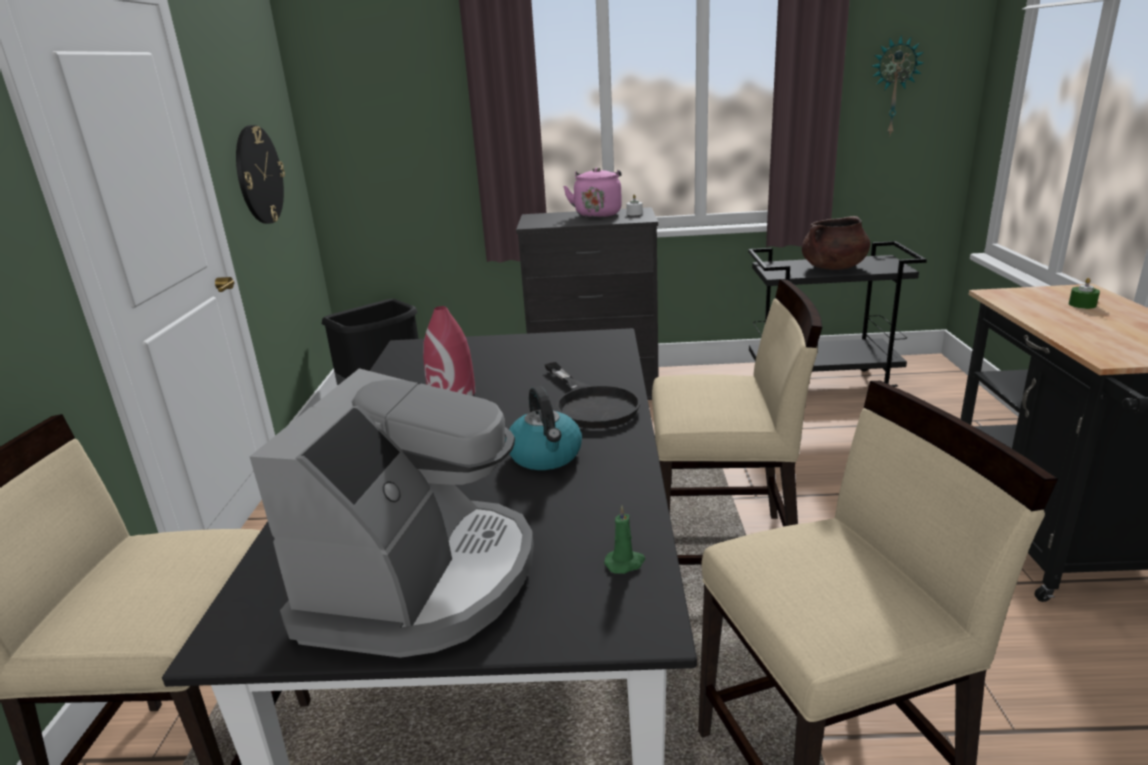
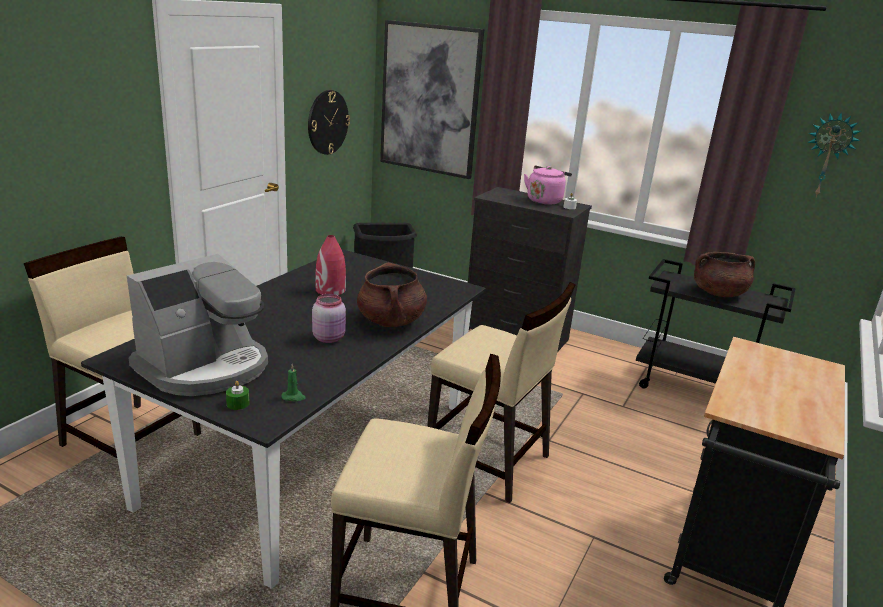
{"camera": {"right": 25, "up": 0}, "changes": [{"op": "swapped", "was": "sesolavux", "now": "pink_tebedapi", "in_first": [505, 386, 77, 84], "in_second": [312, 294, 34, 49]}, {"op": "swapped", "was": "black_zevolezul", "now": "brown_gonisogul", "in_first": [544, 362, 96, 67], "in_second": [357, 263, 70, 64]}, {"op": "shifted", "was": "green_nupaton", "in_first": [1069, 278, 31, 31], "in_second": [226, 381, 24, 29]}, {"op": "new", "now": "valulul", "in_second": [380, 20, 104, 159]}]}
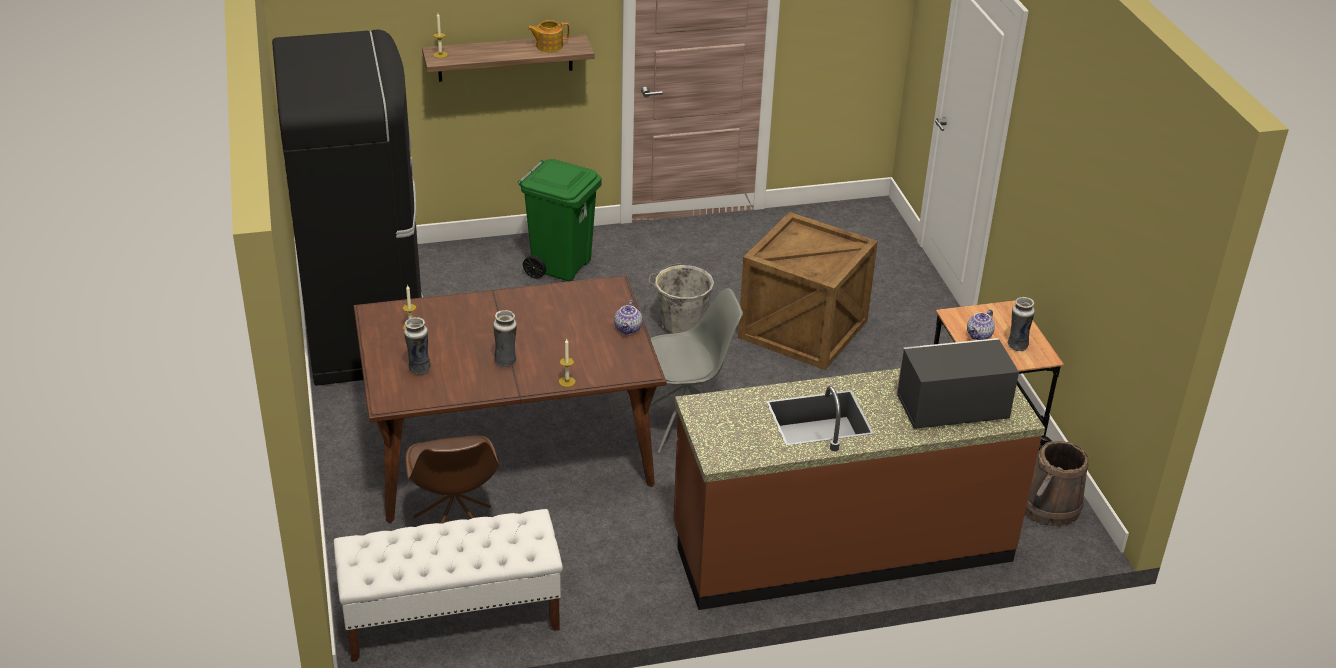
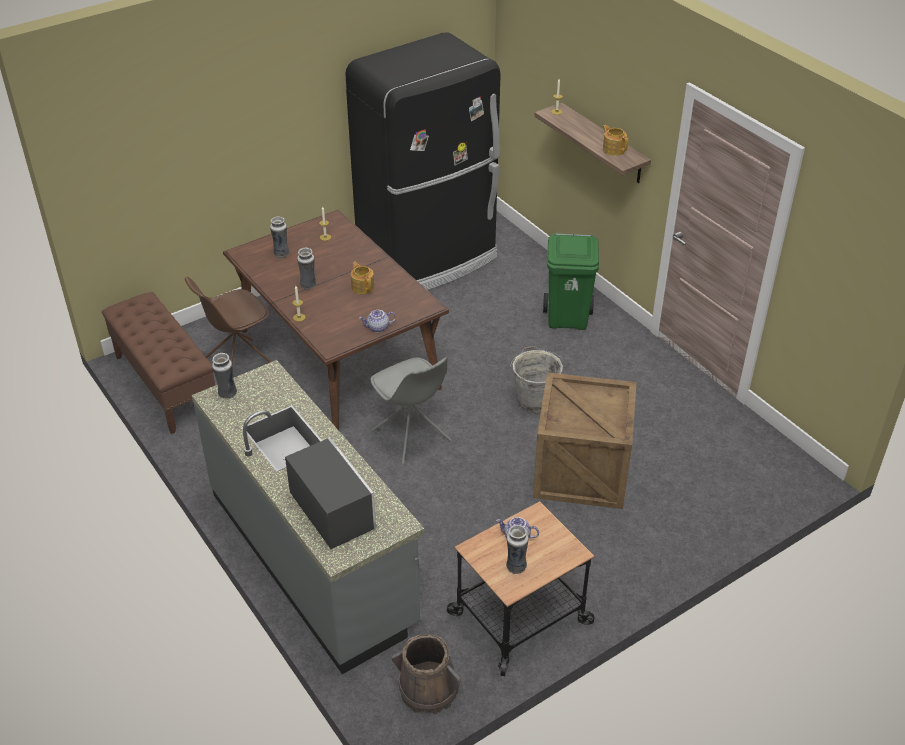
{"camera": {"right": 70, "up": 5}, "changes": [{"op": "repainted", "was": "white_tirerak", "now": "brown_tirerak", "in_first": [334, 509, 229, 153], "in_second": [102, 292, 113, 142]}, {"op": "repainted", "was": "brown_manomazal", "now": "grey_manomazal", "in_first": [673, 368, 372, 242], "in_second": [192, 360, 233, 314]}, {"op": "new", "now": "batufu", "in_second": [212, 353, 25, 46]}, {"op": "new", "now": "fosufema", "in_second": [351, 262, 23, 32]}]}
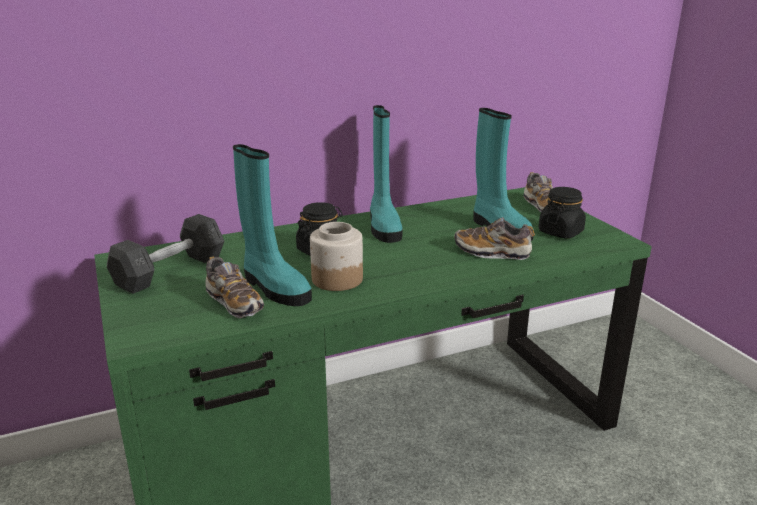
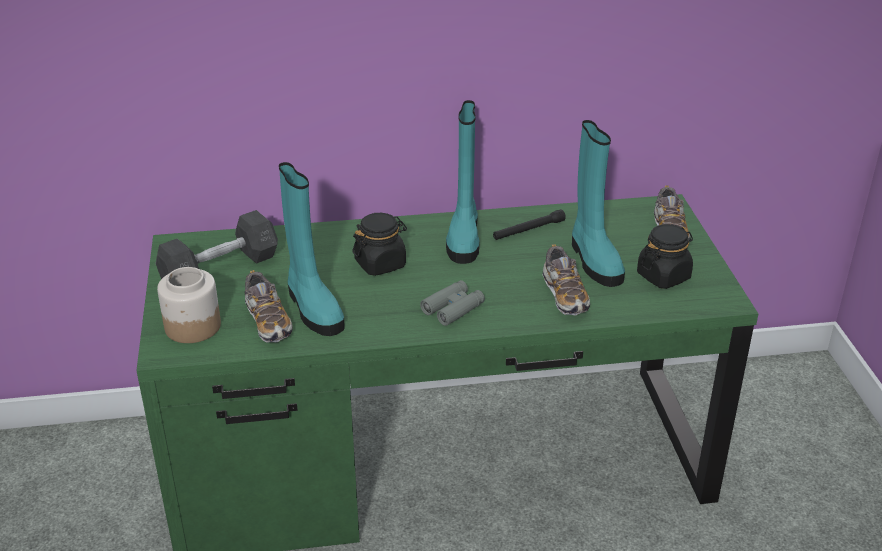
{"camera": {"right": 15, "up": 10}, "changes": [{"op": "shifted", "was": "tebedapi", "in_first": [310, 222, 53, 69], "in_second": [157, 267, 64, 76]}, {"op": "rotated", "was": "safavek", "in_first": [454, 217, 81, 43], "in_second": [542, 244, 48, 71], "clockwise": -135}, {"op": "new", "now": "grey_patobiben", "in_second": [420, 280, 65, 46]}, {"op": "new", "now": "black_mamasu", "in_second": [493, 209, 73, 31]}]}
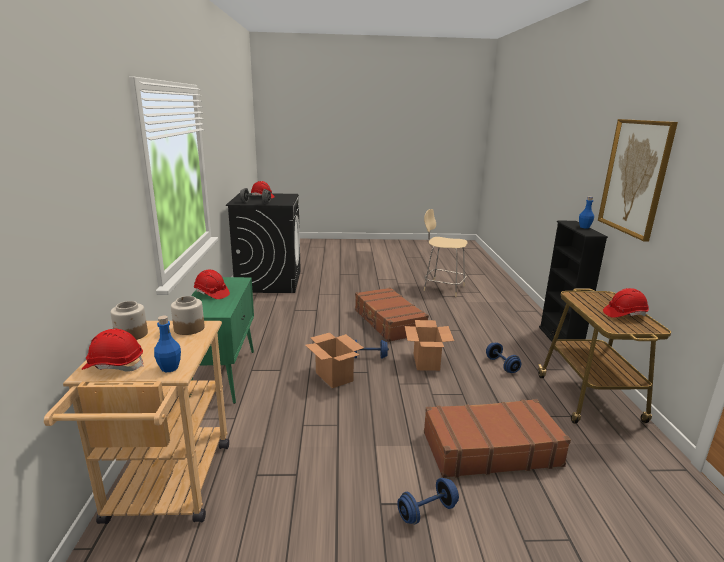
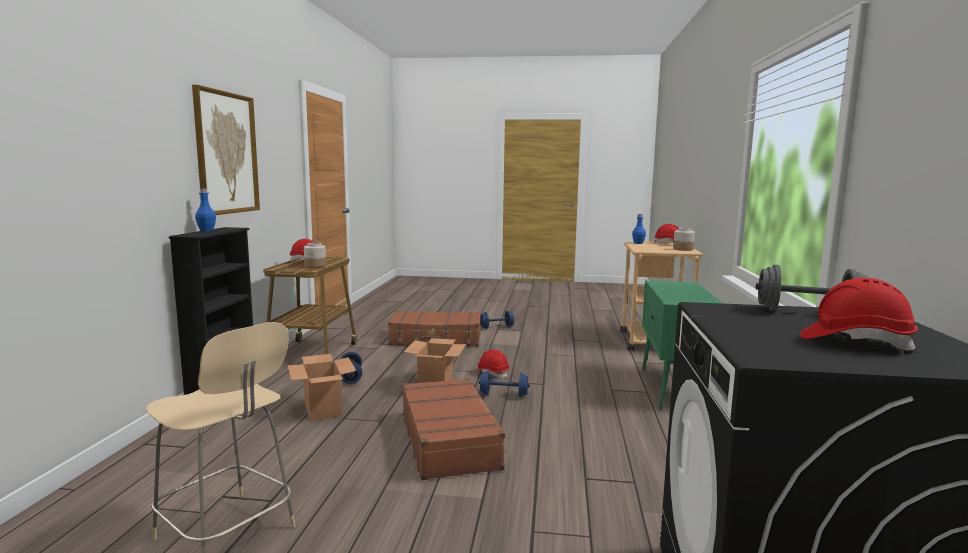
{"camera": {"right": -170, "up": -10}, "changes": [{"op": "shifted", "was": "tebedapi", "in_first": [171, 296, 34, 39], "in_second": [304, 242, 22, 25]}, {"op": "shifted", "was": "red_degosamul", "in_first": [194, 270, 36, 29], "in_second": [475, 350, 34, 28]}, {"op": "shifted", "was": "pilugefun", "in_first": [305, 333, 59, 55], "in_second": [288, 354, 69, 67]}]}
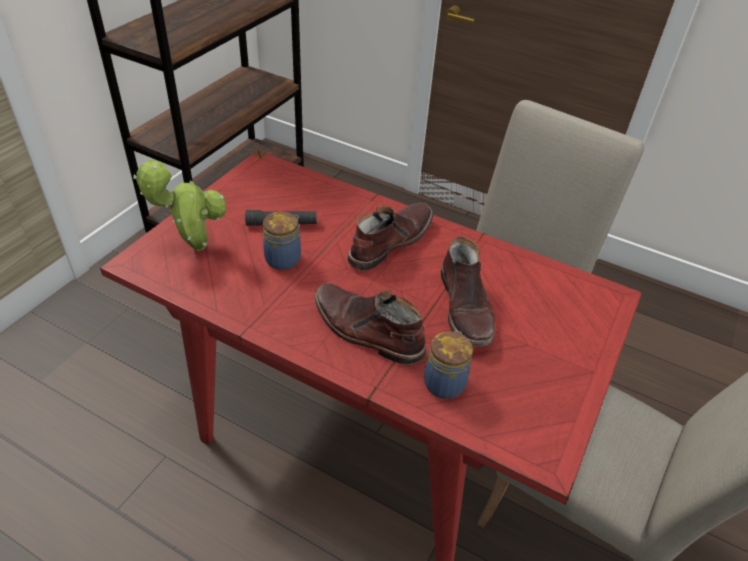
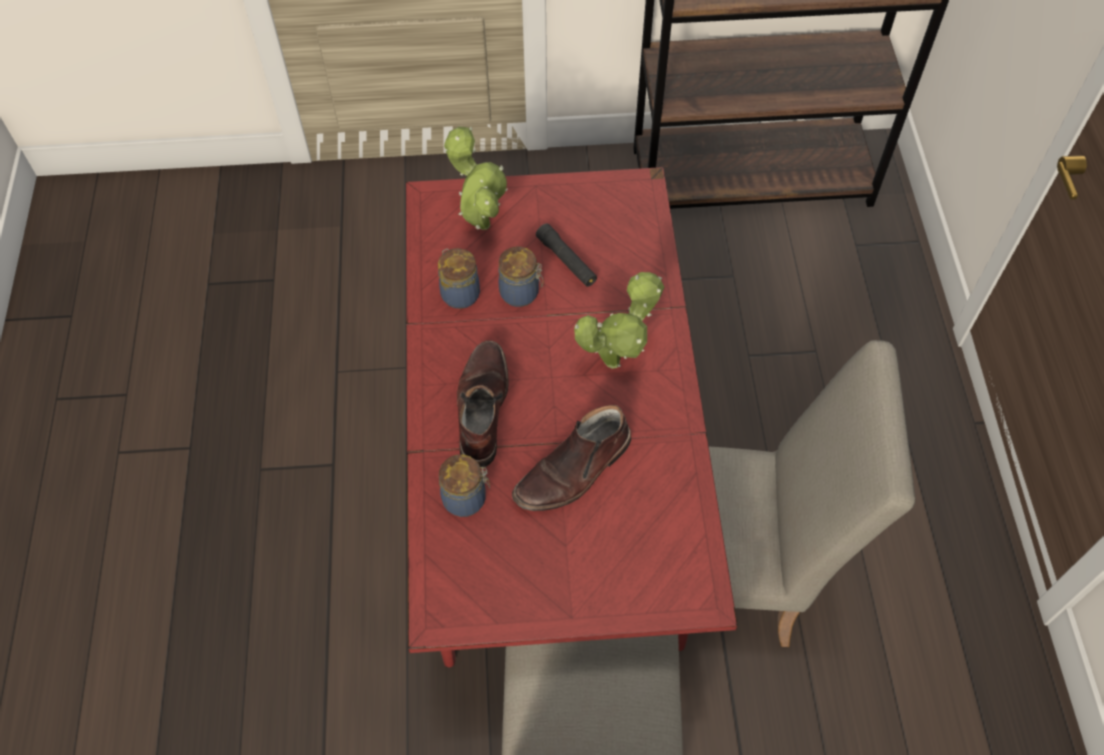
{"camera": {"right": 60, "up": 15}, "changes": [{"op": "swapped", "was": "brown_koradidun", "now": "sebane", "in_first": [347, 203, 86, 68], "in_second": [574, 272, 90, 97]}, {"op": "new", "now": "tebedapi", "in_second": [438, 248, 42, 61]}]}
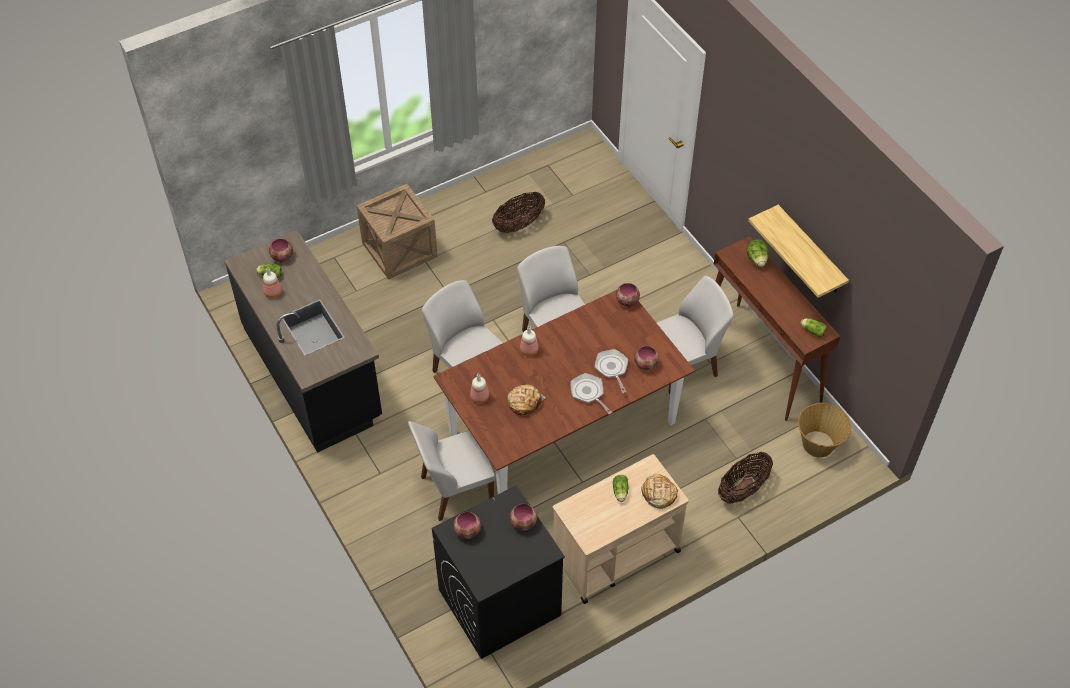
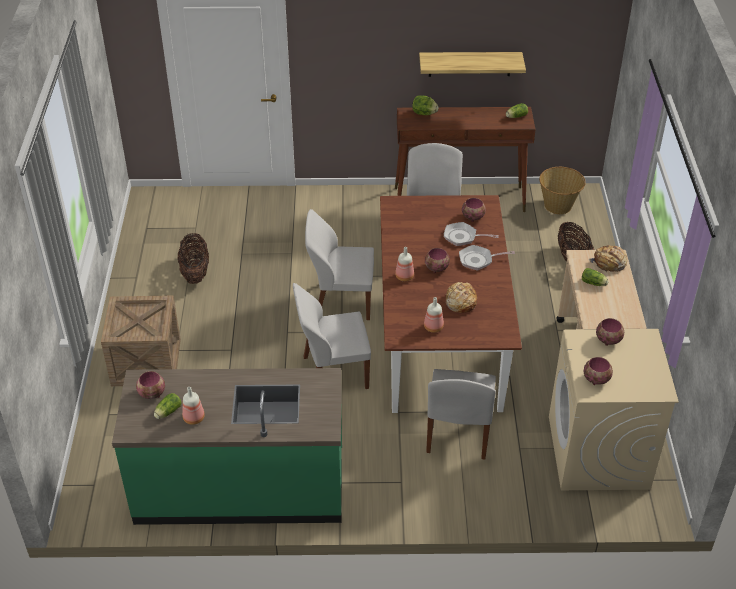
{"camera": {"right": -60, "up": -10}, "changes": [{"op": "repainted", "was": "black_manomazal", "now": "green_manomazal", "in_first": [224, 230, 158, 223], "in_second": [112, 368, 230, 157]}, {"op": "repainted", "was": "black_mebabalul", "now": "beige_mebabalul", "in_first": [432, 485, 133, 174], "in_second": [549, 329, 130, 161]}, {"op": "shifted", "was": "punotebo", "in_first": [616, 283, 24, 25], "in_second": [425, 248, 25, 25]}]}
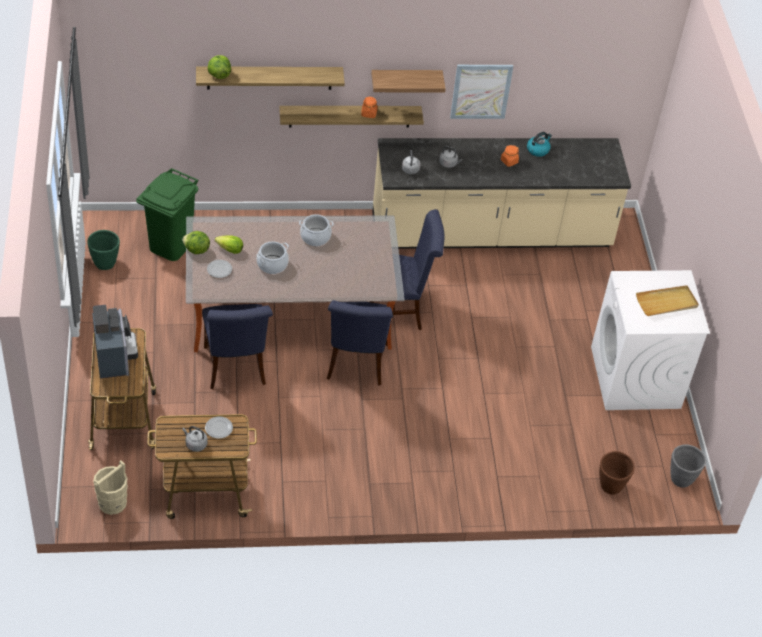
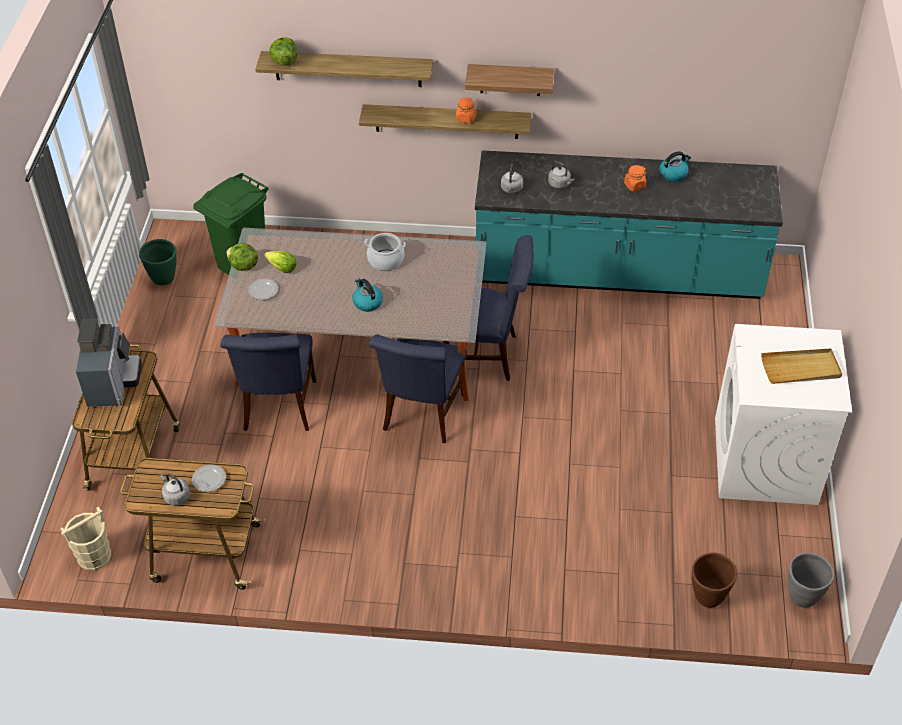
{"camera": {"right": 15, "up": 0}, "changes": [{"op": "gone", "was": "gonisogul", "in_first": [257, 241, 32, 33]}, {"op": "repainted", "was": "beige_manomazal", "now": "turquoise_manomazal", "in_first": [372, 138, 259, 111], "in_second": [475, 150, 308, 149]}, {"op": "gone", "was": "valulul", "in_first": [450, 65, 63, 54]}, {"op": "new", "now": "sesolavux", "in_second": [352, 279, 31, 32]}]}
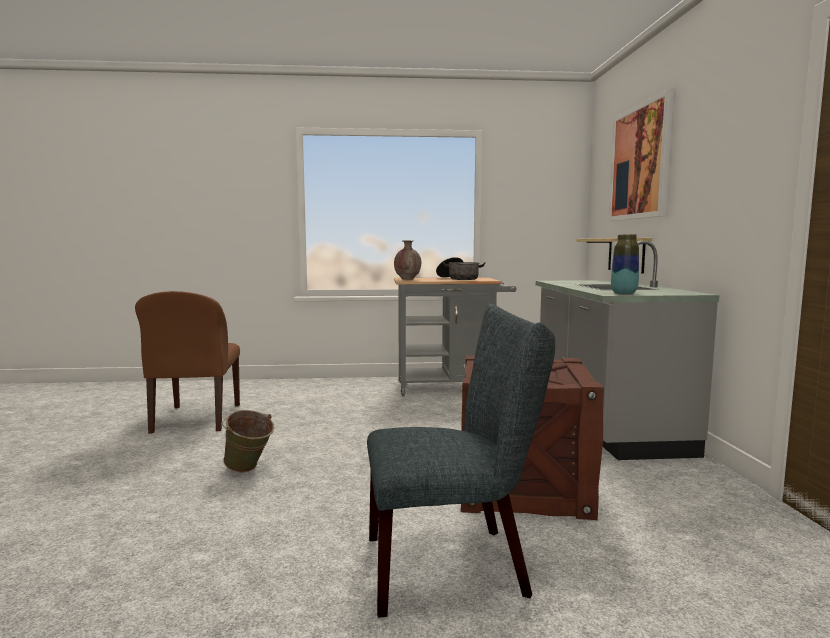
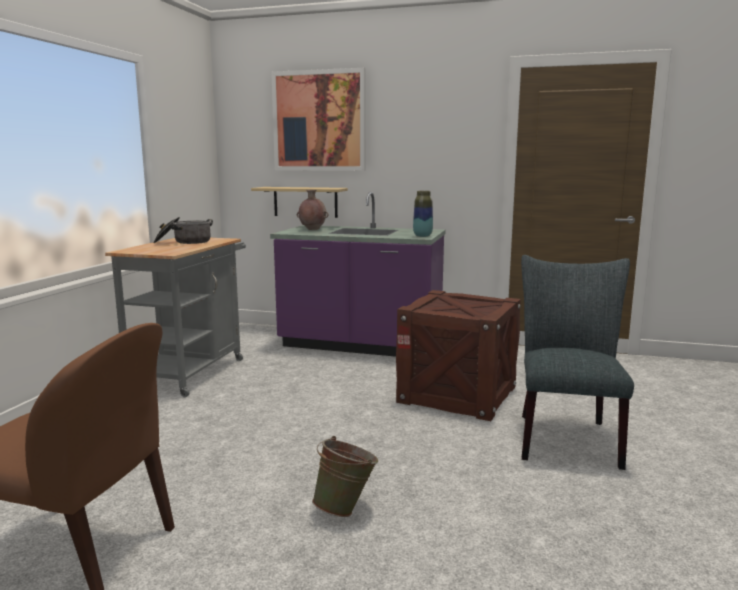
{"camera": {"right": -70, "up": 5}, "changes": [{"op": "shifted", "was": "brown_batufu", "in_first": [394, 240, 27, 40], "in_second": [297, 190, 31, 40]}, {"op": "repainted", "was": "grey_manomazal", "now": "purple_manomazal", "in_first": [536, 241, 183, 219], "in_second": [270, 192, 176, 165]}]}
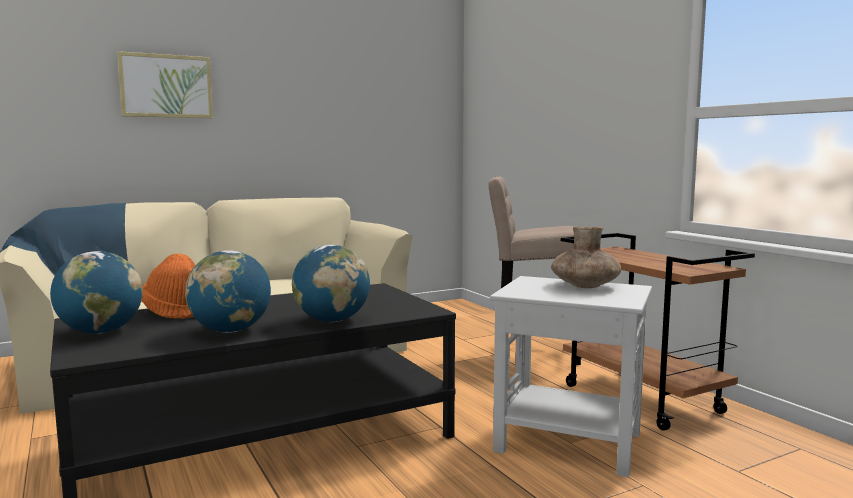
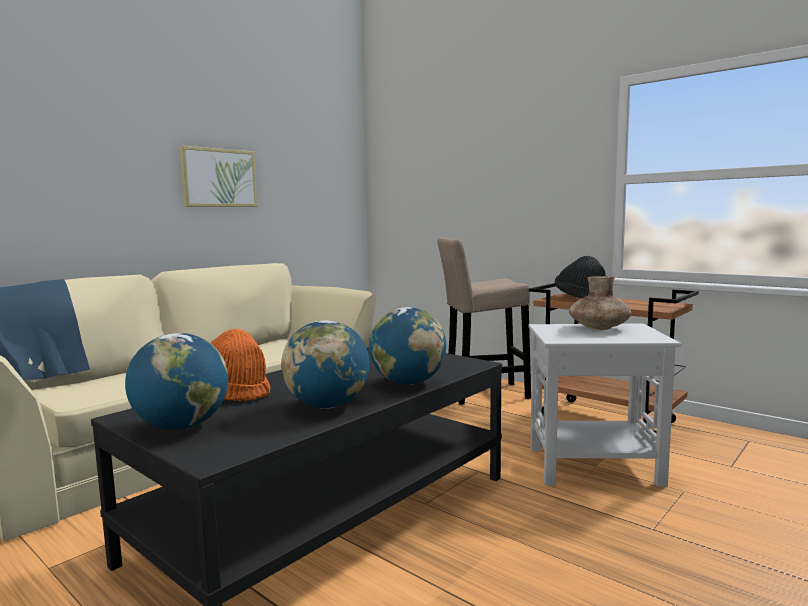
{"camera": {"right": -20, "up": 0}, "changes": [{"op": "shifted", "was": "valulul", "in_first": [117, 51, 96, 67], "in_second": [180, 146, 77, 61]}, {"op": "new", "now": "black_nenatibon", "in_second": [555, 256, 51, 42]}]}
